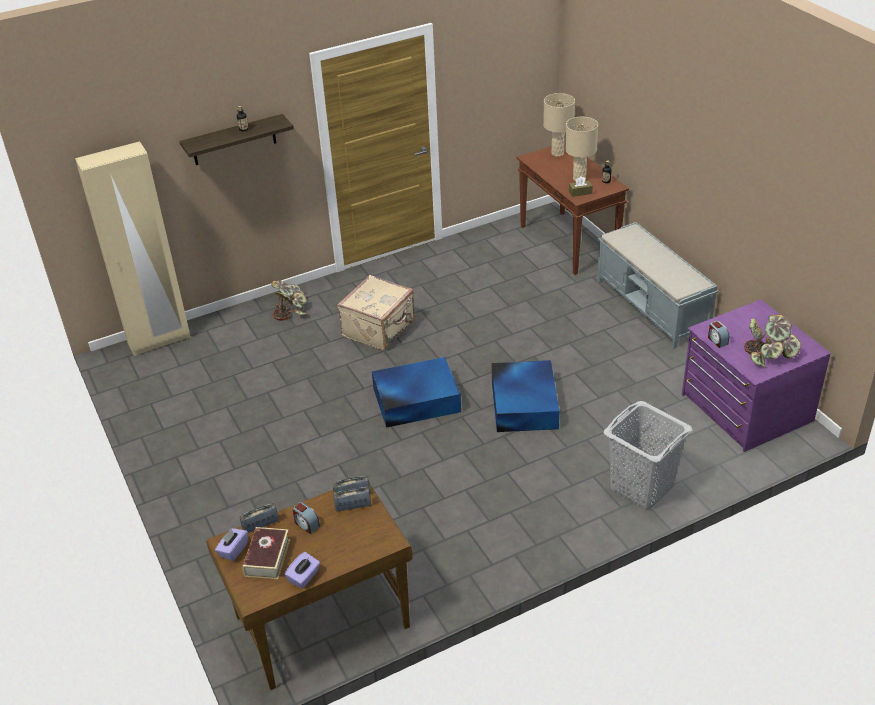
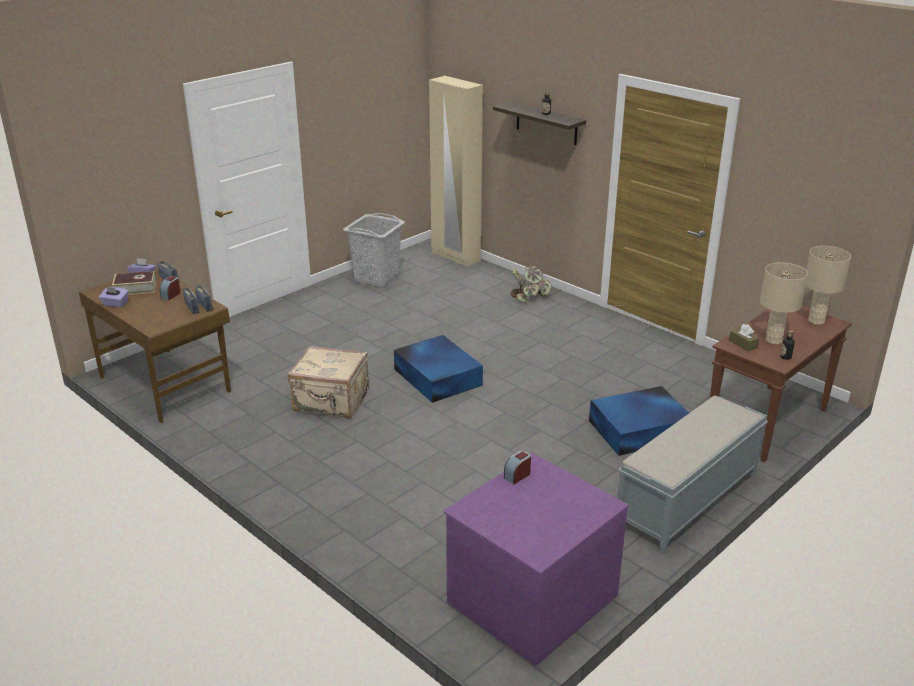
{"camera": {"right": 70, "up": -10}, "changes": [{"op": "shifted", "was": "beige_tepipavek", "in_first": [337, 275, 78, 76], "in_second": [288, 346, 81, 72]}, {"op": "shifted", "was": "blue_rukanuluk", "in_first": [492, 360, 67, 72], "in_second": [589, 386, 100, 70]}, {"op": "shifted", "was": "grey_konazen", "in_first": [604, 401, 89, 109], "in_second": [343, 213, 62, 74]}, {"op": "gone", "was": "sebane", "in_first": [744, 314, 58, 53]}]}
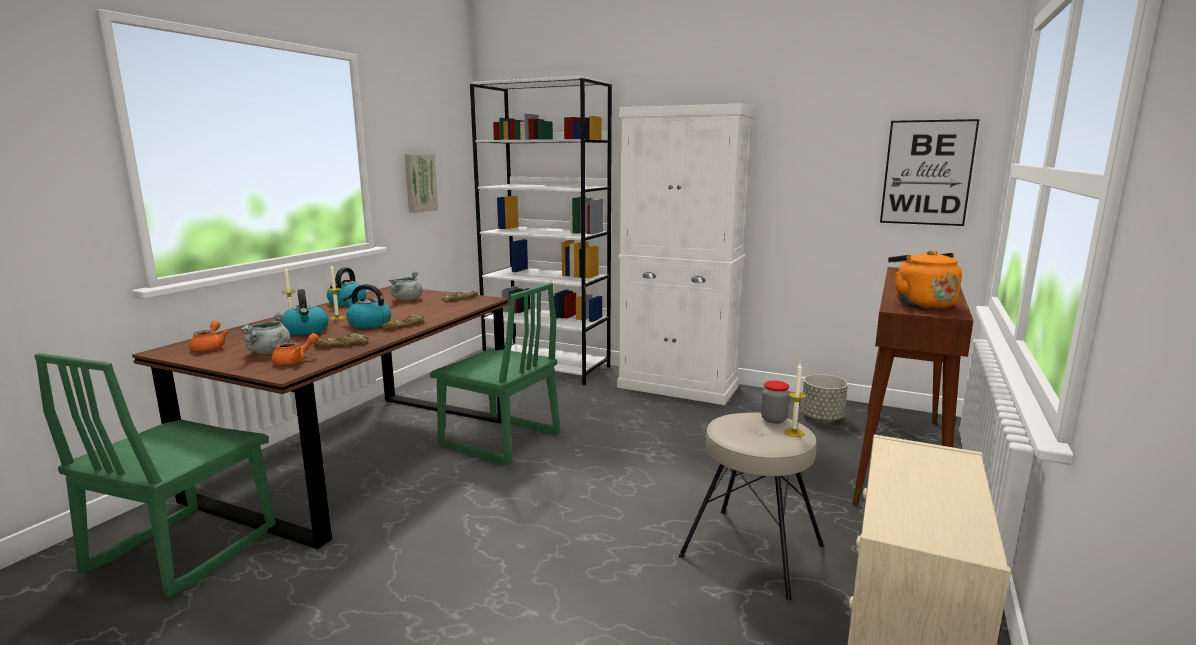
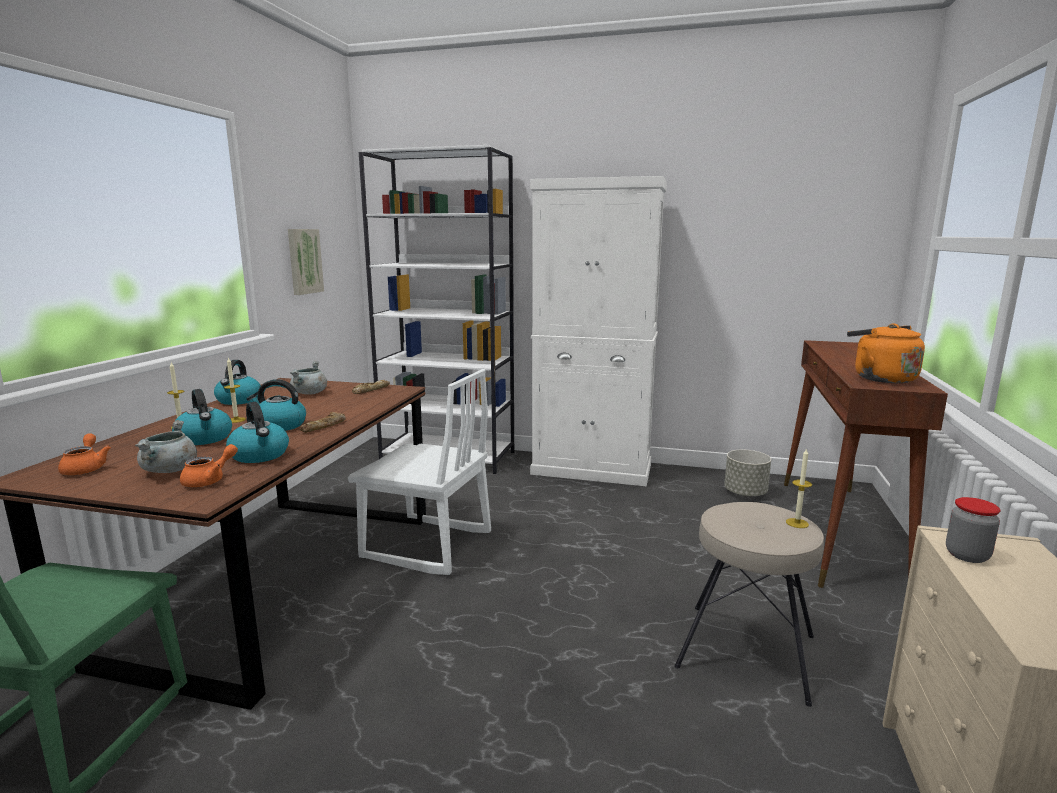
{"camera": {"right": -10, "up": 0}, "changes": [{"op": "swapped", "was": "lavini", "now": "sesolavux", "in_first": [313, 333, 56, 15], "in_second": [226, 402, 63, 61]}, {"op": "repainted", "was": "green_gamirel", "now": "white_gamirel", "in_first": [429, 283, 131, 182], "in_second": [348, 369, 143, 206]}, {"op": "shifted", "was": "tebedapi", "in_first": [761, 381, 28, 42], "in_second": [946, 497, 54, 66]}, {"op": "gone", "was": "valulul", "in_first": [880, 119, 99, 107]}]}
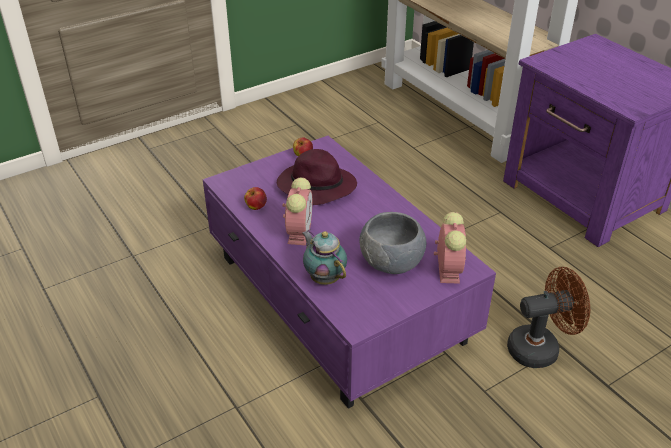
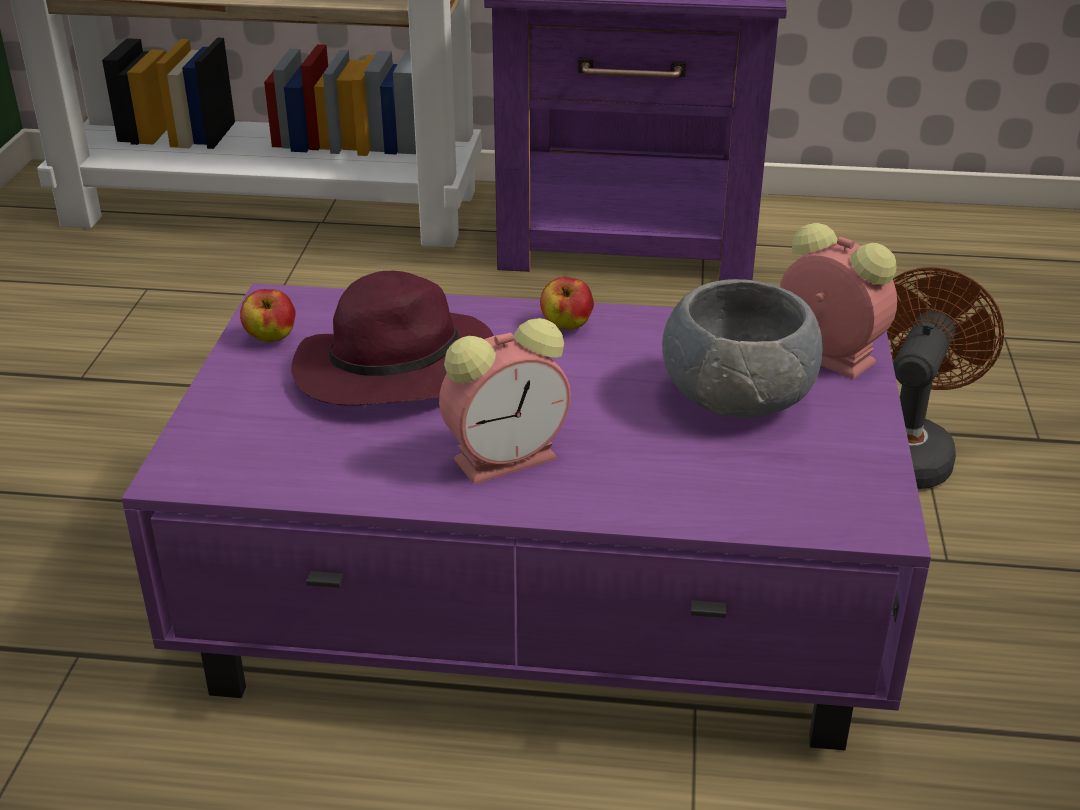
{"camera": {"right": -50, "up": -5}, "changes": [{"op": "shifted", "was": "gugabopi", "in_first": [244, 187, 23, 23], "in_second": [540, 277, 54, 52]}, {"op": "rotated", "was": "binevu", "in_first": [282, 178, 30, 68], "in_second": [439, 318, 132, 166], "clockwise": 105}, {"op": "gone", "was": "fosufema", "in_first": [303, 229, 44, 56]}]}
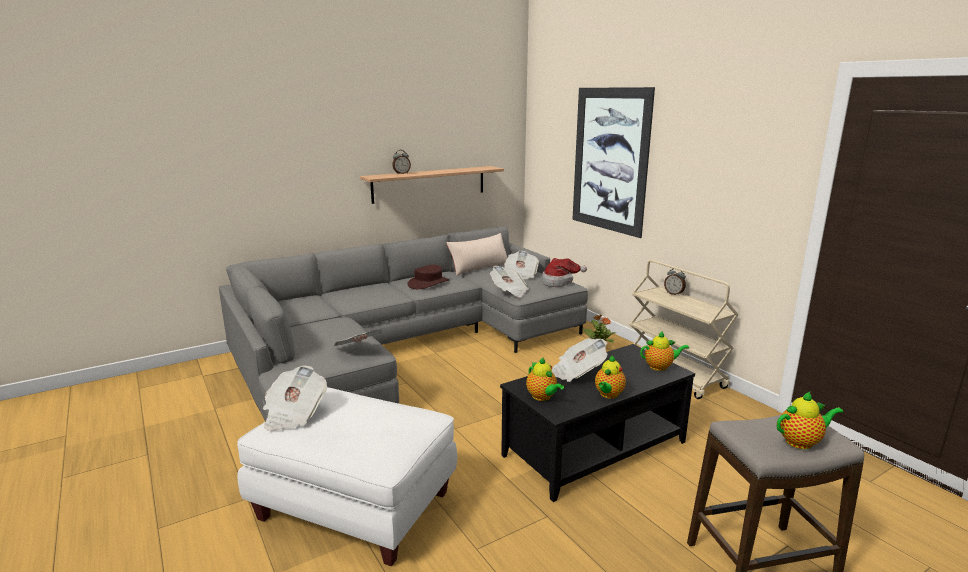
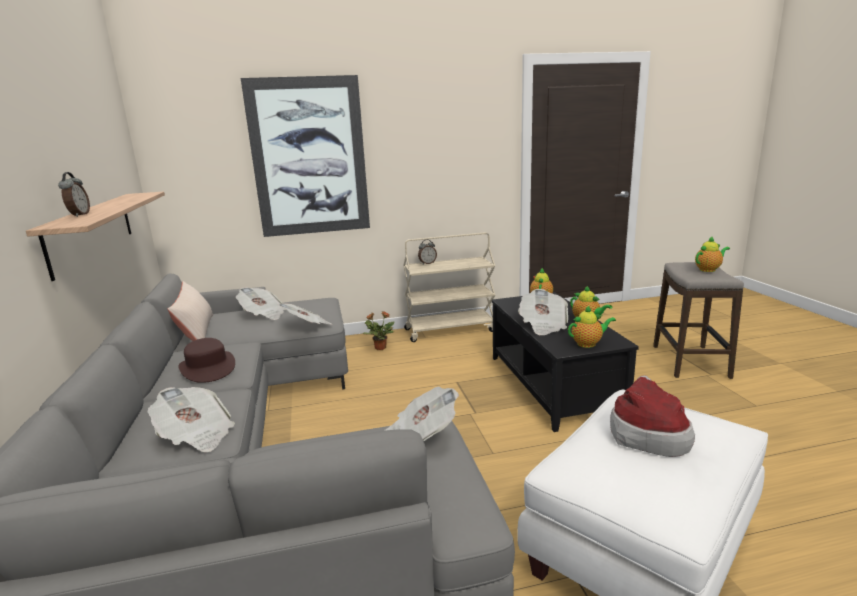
{"camera": {"right": -70, "up": 0}, "changes": [{"op": "shifted", "was": "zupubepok", "in_first": [263, 366, 64, 65], "in_second": [148, 387, 87, 65]}, {"op": "shifted", "was": "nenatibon", "in_first": [542, 258, 45, 29], "in_second": [610, 376, 85, 81]}, {"op": "rotated", "was": "fosufema", "in_first": [777, 391, 67, 58], "in_second": [695, 236, 35, 36], "clockwise": 60}]}
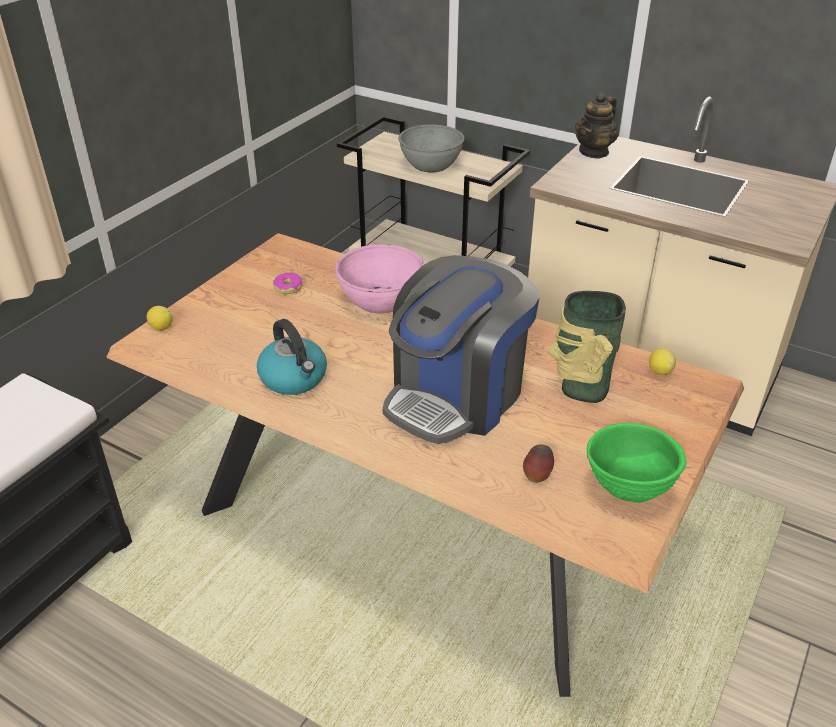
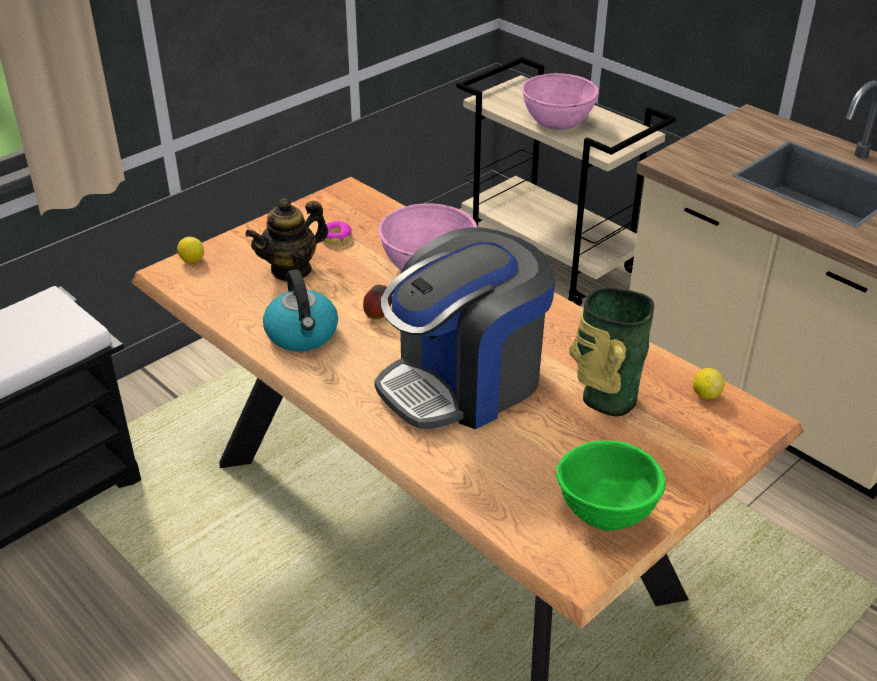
{"camera": {"right": 15, "up": 0}, "changes": [{"op": "repainted", "was": "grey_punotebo", "now": "pink_punotebo", "in_first": [398, 125, 66, 47], "in_second": [522, 73, 77, 57]}, {"op": "shifted", "was": "gugabopi", "in_first": [523, 444, 31, 39], "in_second": [363, 285, 29, 34]}, {"op": "shifted", "was": "fosufema", "in_first": [575, 93, 43, 66], "in_second": [245, 198, 83, 84]}]}
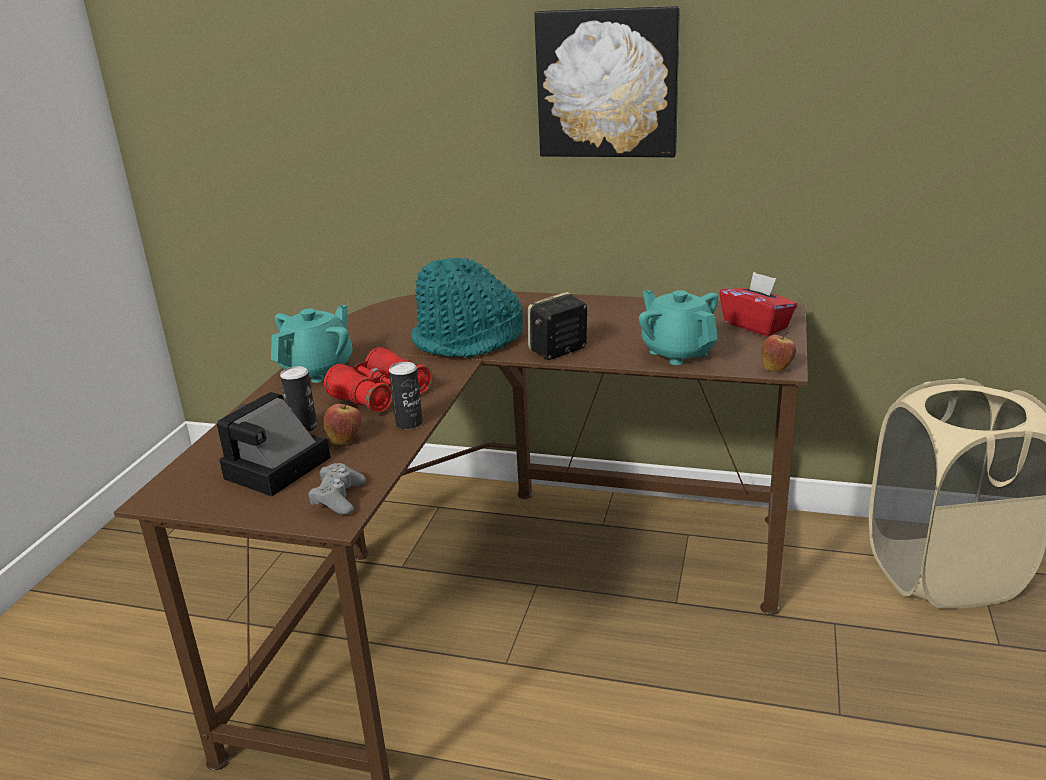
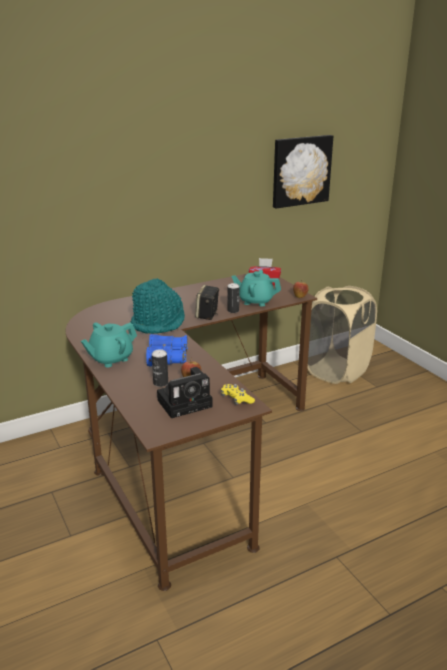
{"camera": {"right": -45, "up": 0}, "changes": [{"op": "rotated", "was": "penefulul", "in_first": [217, 392, 113, 104], "in_second": [157, 367, 55, 51], "clockwise": -105}, {"op": "rotated", "was": "turquoise_fosufema", "in_first": [271, 305, 82, 78], "in_second": [81, 323, 56, 45], "clockwise": -120}, {"op": "repainted", "was": "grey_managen", "now": "yellow_managen", "in_first": [308, 463, 58, 52], "in_second": [221, 384, 34, 21]}, {"op": "repainted", "was": "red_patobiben", "now": "blue_patobiben", "in_first": [324, 347, 108, 66], "in_second": [146, 334, 42, 32]}, {"op": "shifted", "was": "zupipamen", "in_first": [389, 362, 34, 67], "in_second": [227, 283, 13, 30]}, {"op": "shifted", "was": "valulul", "in_first": [534, 6, 146, 152], "in_second": [273, 135, 60, 74]}]}
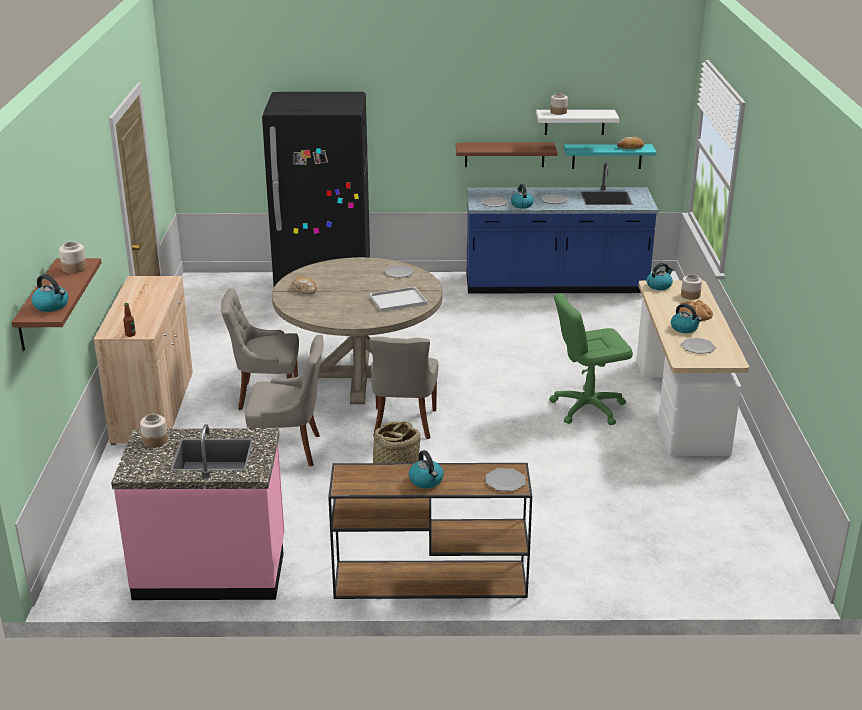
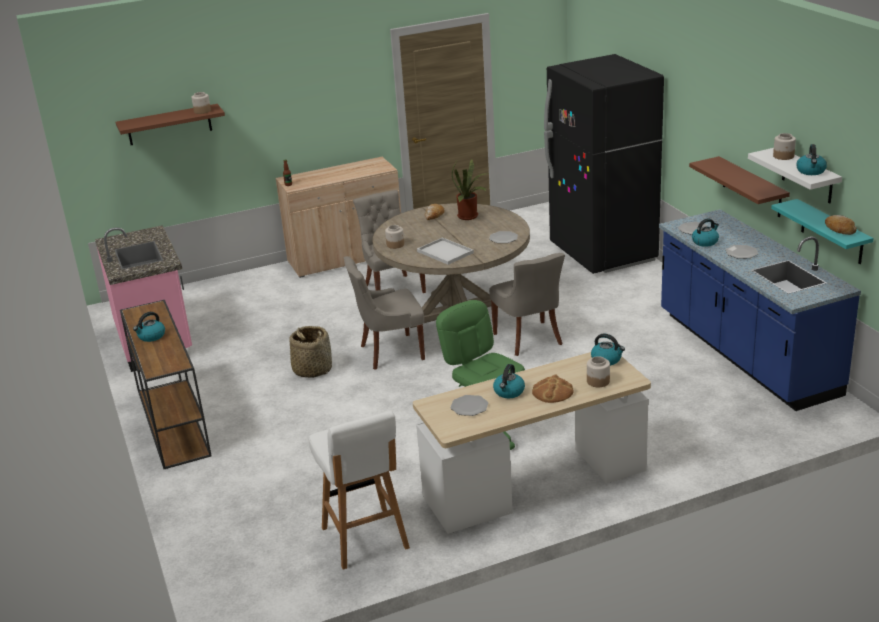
{"camera": {"right": 70, "up": 0}, "changes": [{"op": "shifted", "was": "sesolavux", "in_first": [32, 274, 36, 38], "in_second": [796, 144, 31, 31]}, {"op": "shifted", "was": "tebedapi", "in_first": [140, 414, 28, 33], "in_second": [385, 225, 19, 24]}, {"op": "shifted", "was": "grey_gamirel", "in_first": [245, 335, 79, 132], "in_second": [489, 253, 76, 103]}, {"op": "gone", "was": "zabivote", "in_first": [486, 468, 40, 23]}, {"op": "new", "now": "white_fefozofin", "in_second": [309, 411, 101, 159]}, {"op": "new", "now": "sebane", "in_second": [452, 159, 38, 61]}]}
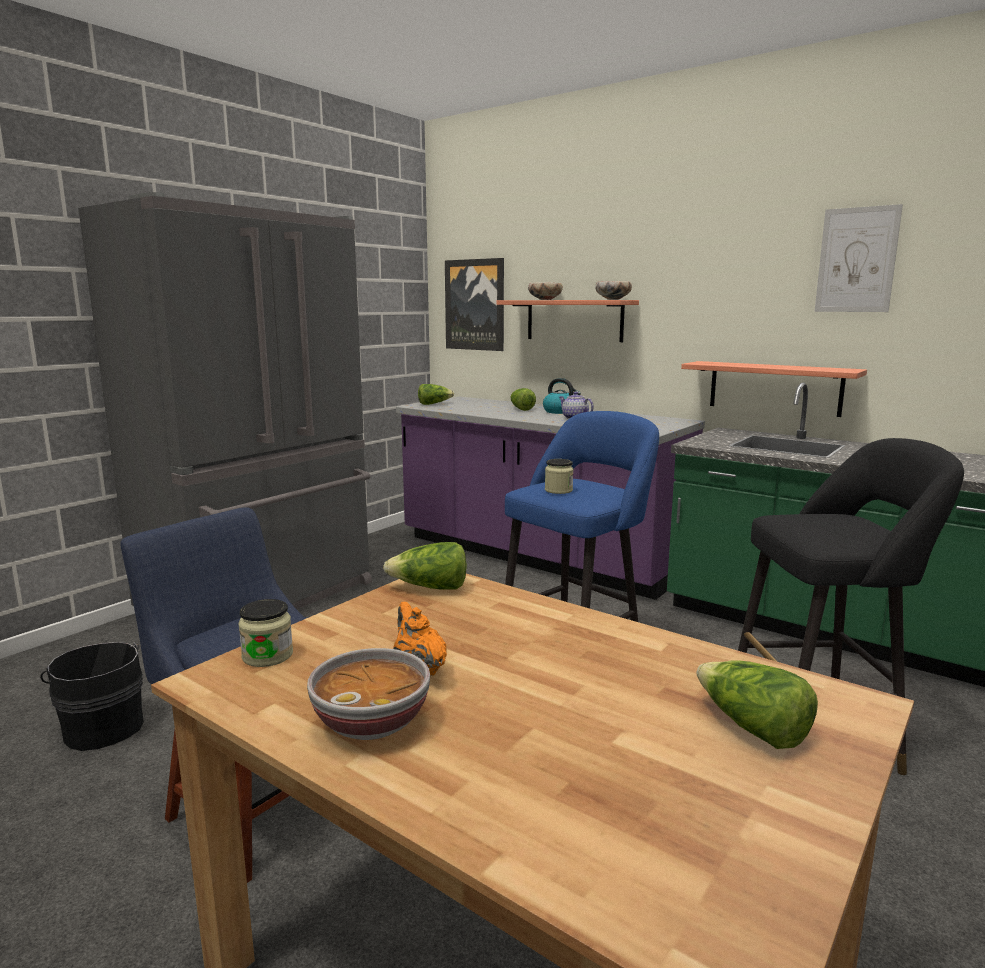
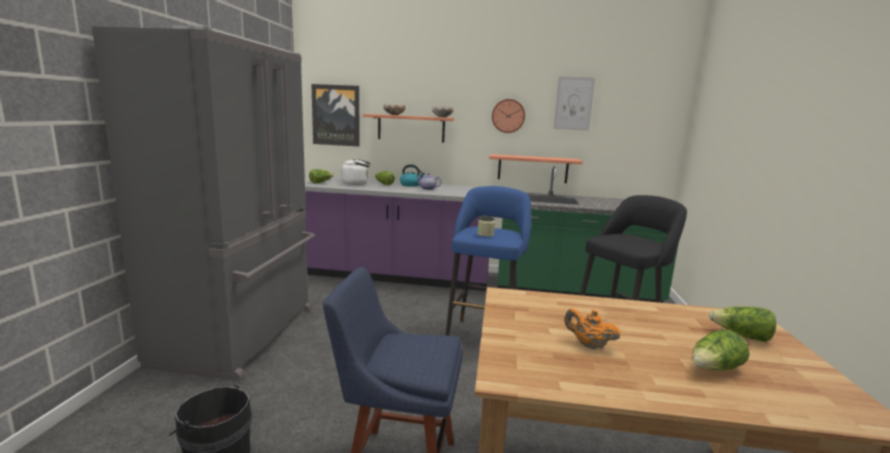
{"camera": {"right": -30, "up": 0}, "changes": [{"op": "gone", "was": "tebedapi", "in_first": [238, 599, 55, 68]}, {"op": "gone", "was": "punotebo", "in_first": [307, 648, 123, 92]}, {"op": "shifted", "was": "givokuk", "in_first": [383, 542, 84, 48], "in_second": [692, 330, 58, 40]}, {"op": "new", "now": "white_sesolavux", "in_second": [342, 158, 28, 27]}, {"op": "new", "now": "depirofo", "in_second": [492, 99, 33, 34]}]}
